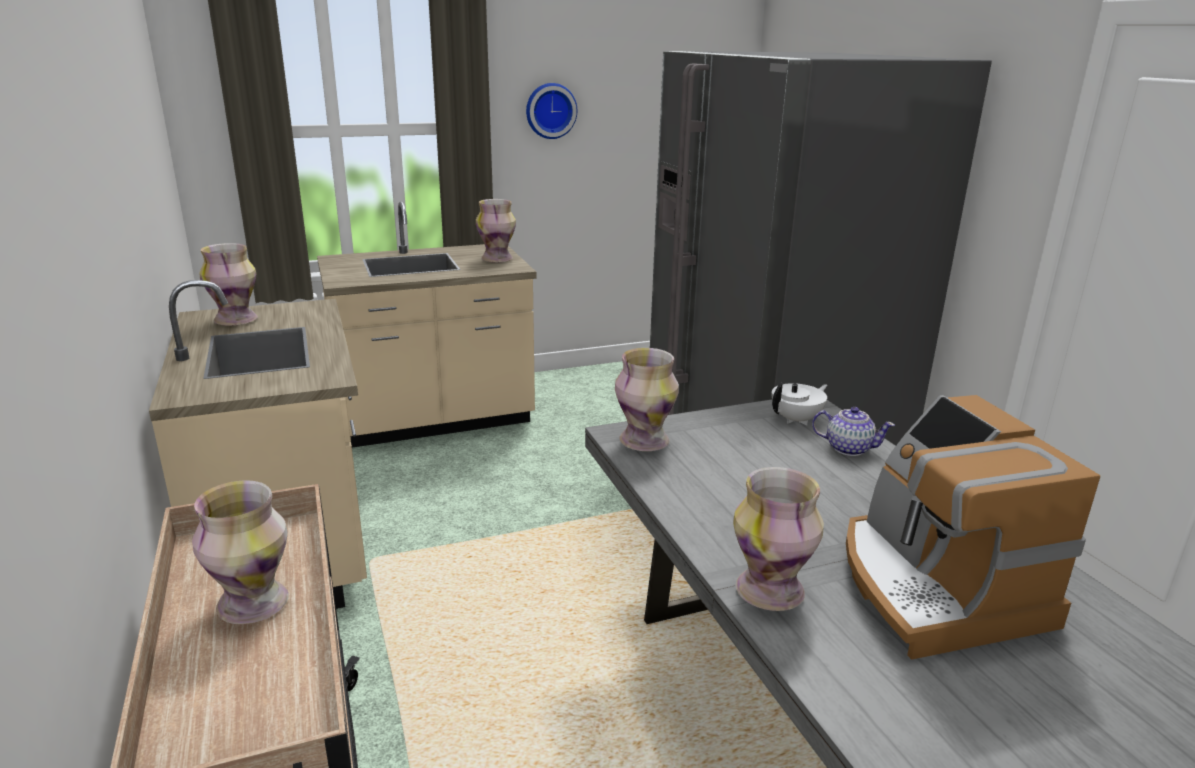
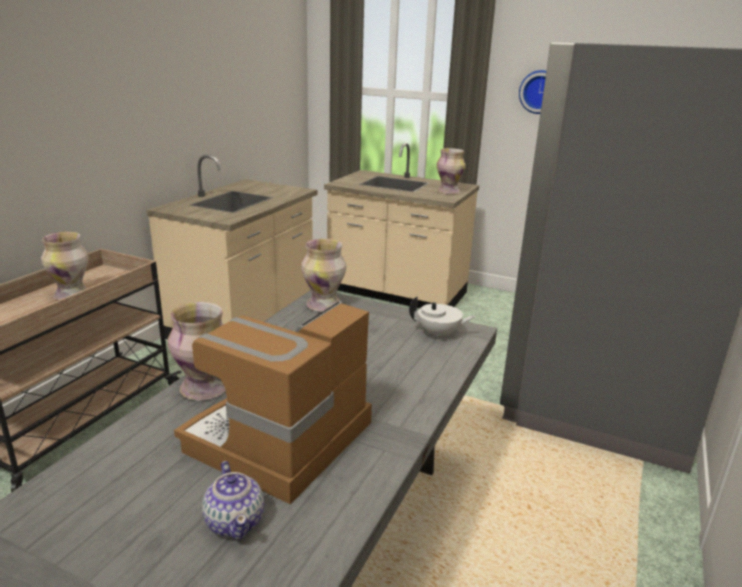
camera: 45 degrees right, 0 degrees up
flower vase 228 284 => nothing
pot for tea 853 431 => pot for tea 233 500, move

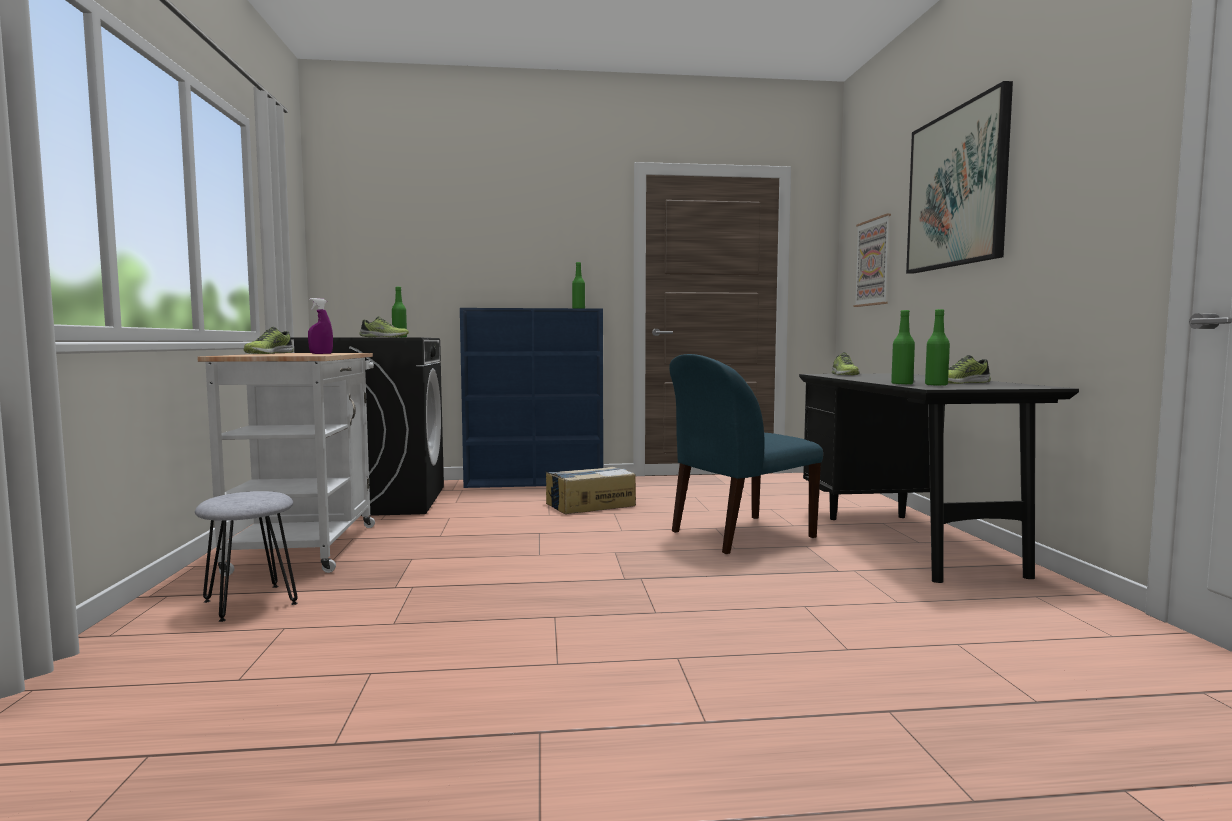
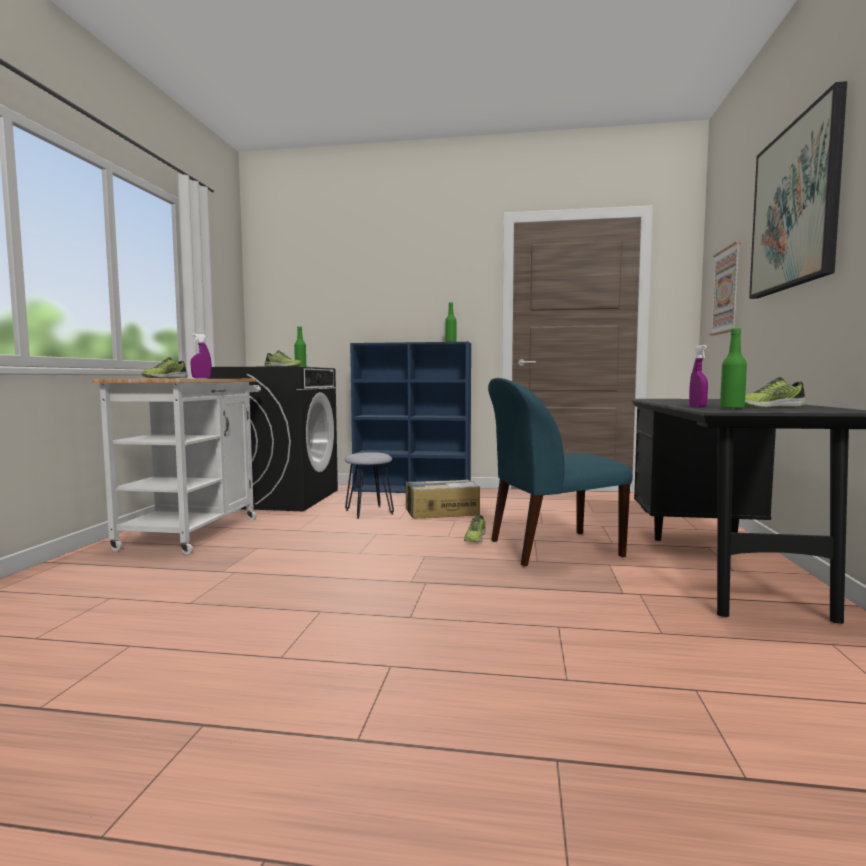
camera: 15 degrees right, 0 degrees up
drink bottle (green) 903 347 => hand sprayer (purplish) 698 376
item of footwear 846 363 => item of footwear 475 528, move
stool (grey) 246 556 => stool (grey) 369 485, move

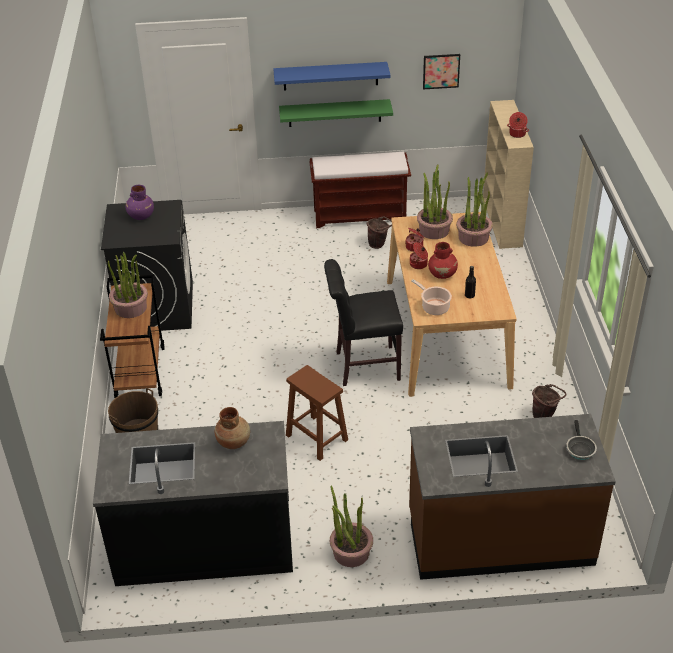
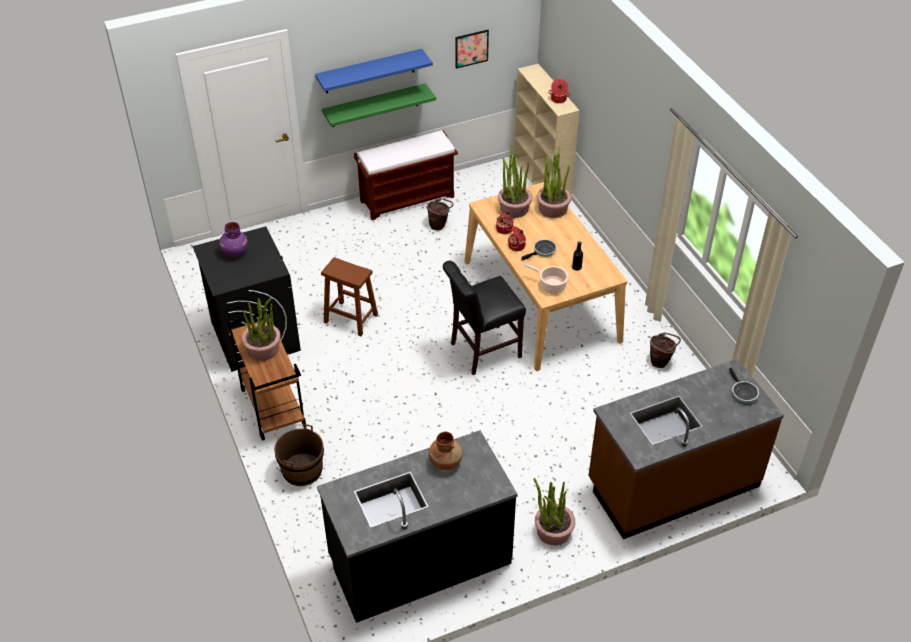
camera: 20 degrees left, 5 degrees up
flower vase (reddish) 443 260 => frying pan 539 249
stool (brown) 317 413 => stool (brown) 349 296, move

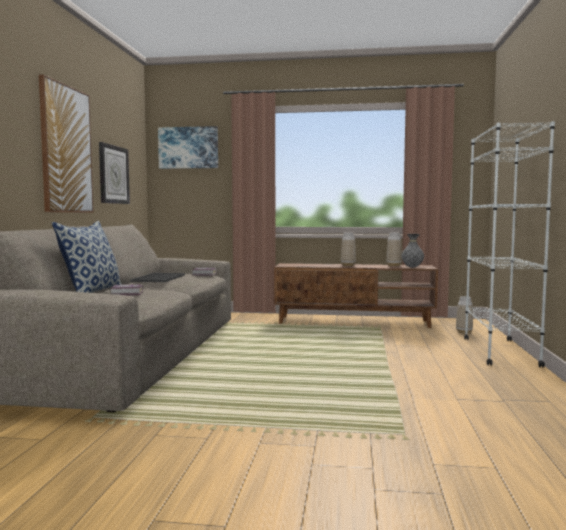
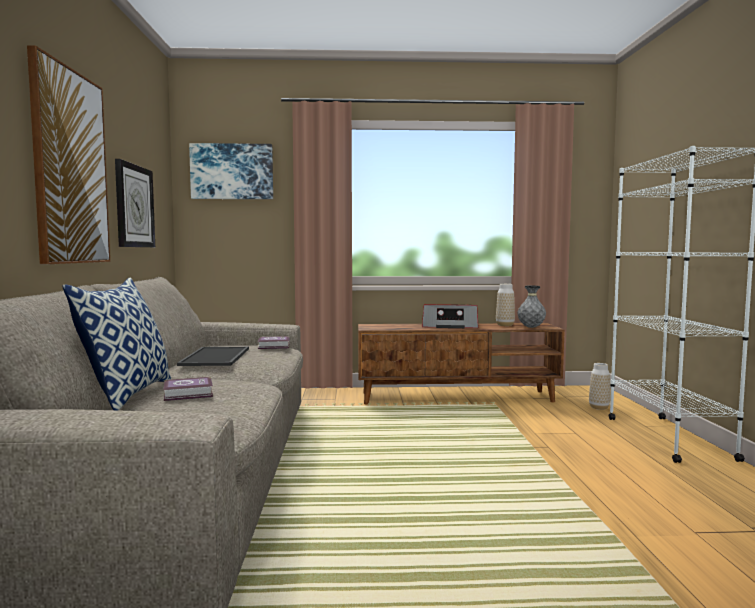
camera: 10 degrees left, 0 degrees up
flower vase 348 249 => radio 450 316

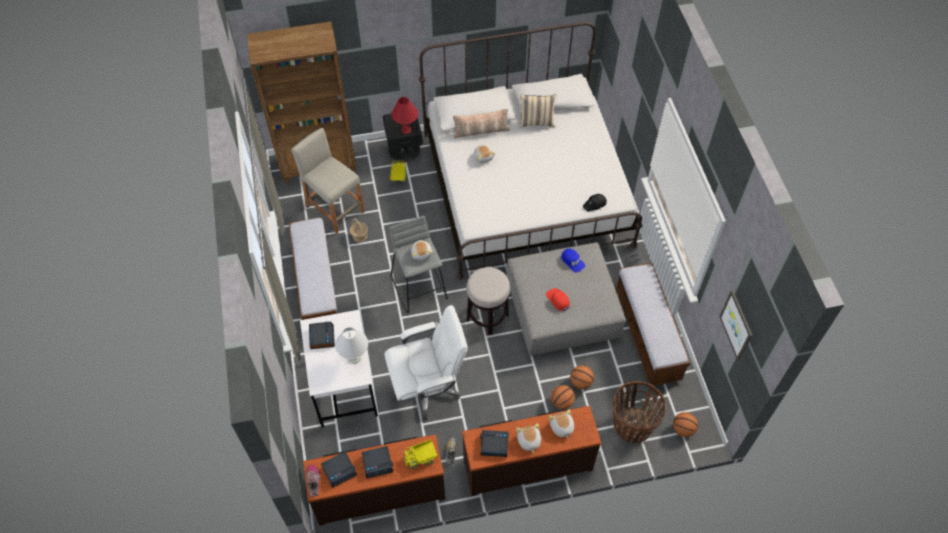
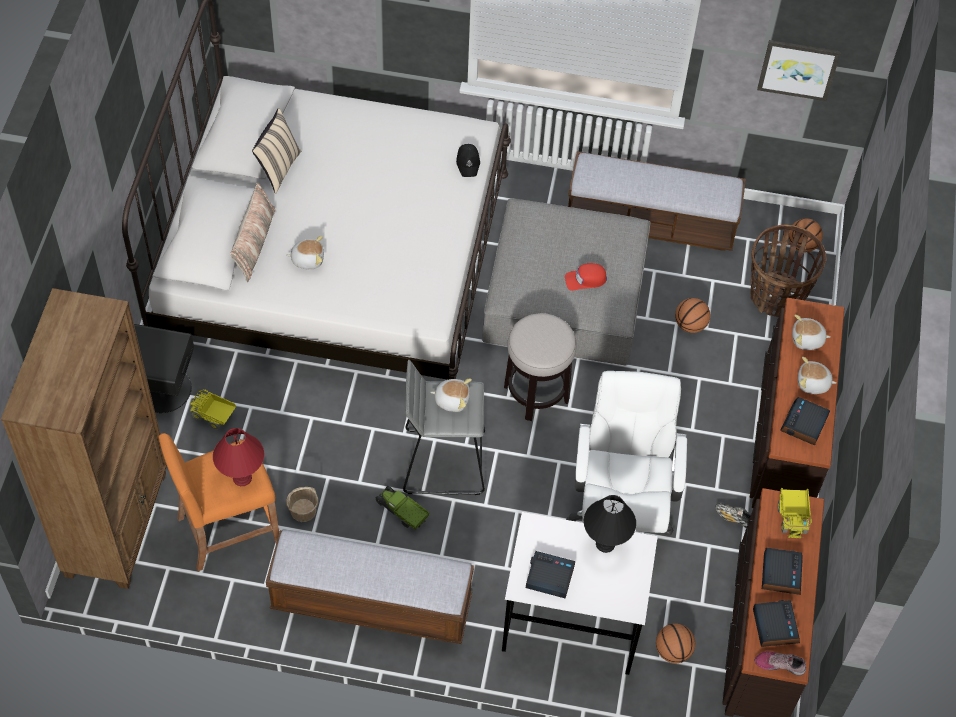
camera: 70 degrees left, 0 degrees up
tabletop lamp (reddish) 404 115 => tabletop lamp (reddish) 238 457, move
stool (beige-coloured) 328 181 => stool (orange-coloured) 219 502
cap (blue-coloured) 573 261 => nothing
tabletop lamp (white-coloured) 351 345 => tabletop lamp (black) 610 524
basketball ball 563 397 => basketball ball 675 643, move
nothing => model truck 402 508

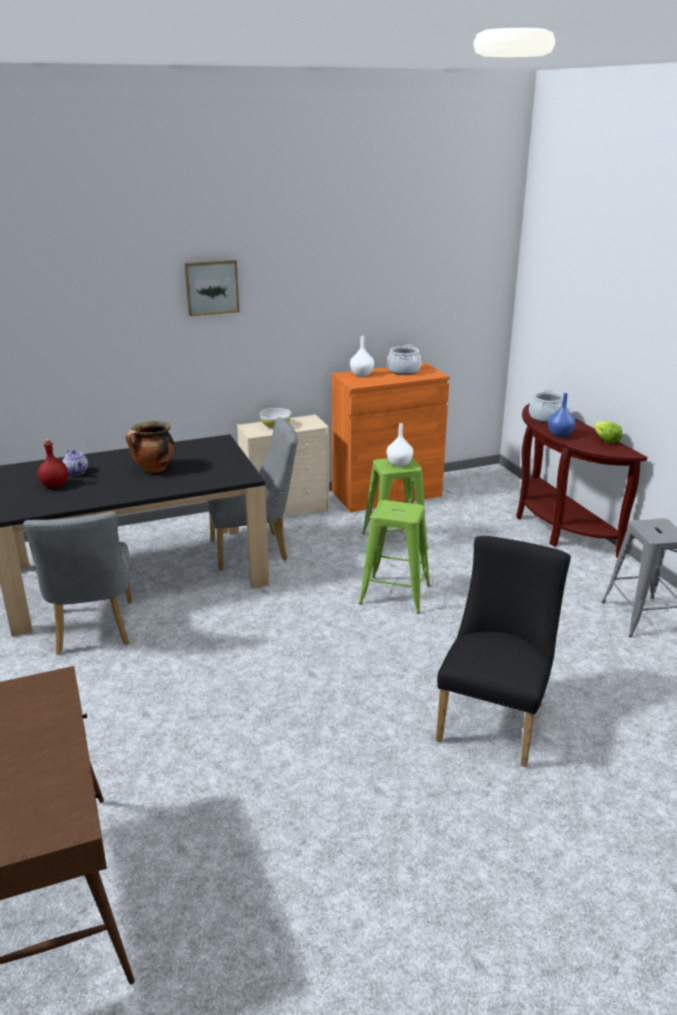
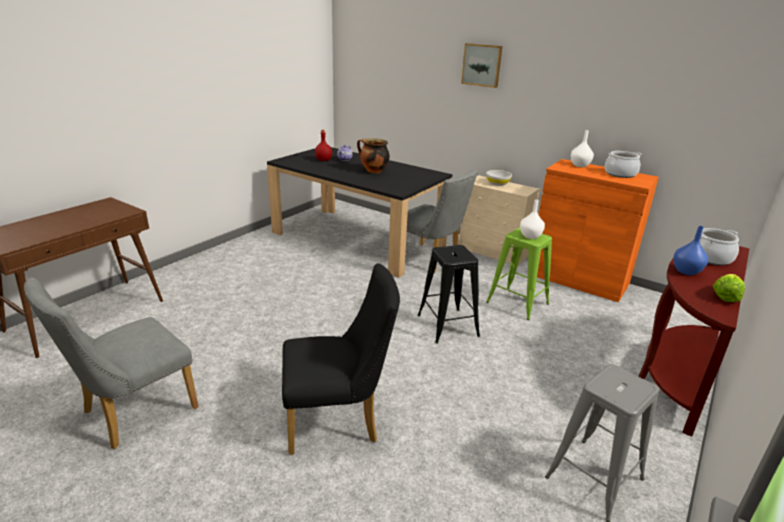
camera: 55 degrees right, 0 degrees up
stool (green) 394 557 => stool (black) 448 294
plain chair (grey) 77 583 => plain chair (grey) 111 363, move

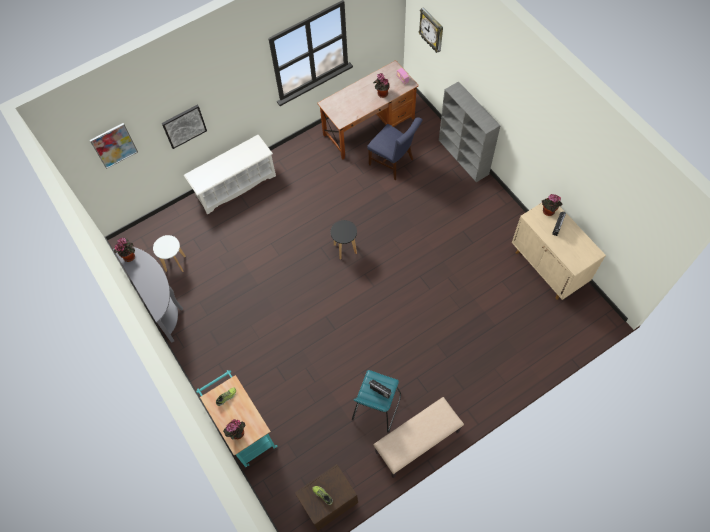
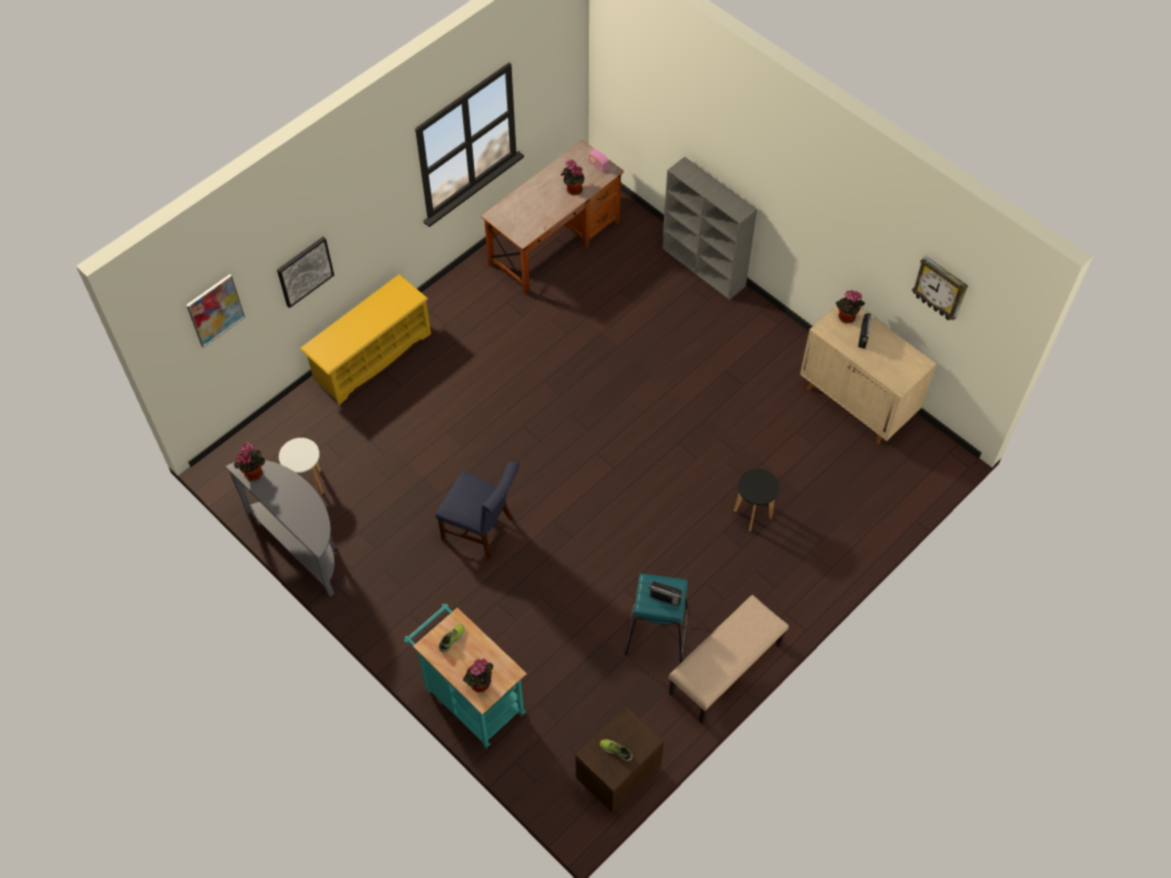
camera: 15 degrees left, 5 degrees down
wall clock 430 30 => wall clock 940 288, move
plain chair (blue-coloured) 395 148 => plain chair (blue-coloured) 477 511, move
shoe rack (white-coloured) 230 175 => shoe rack (yellowish) 365 339
stool (black) 344 240 => stool (black) 756 500, move

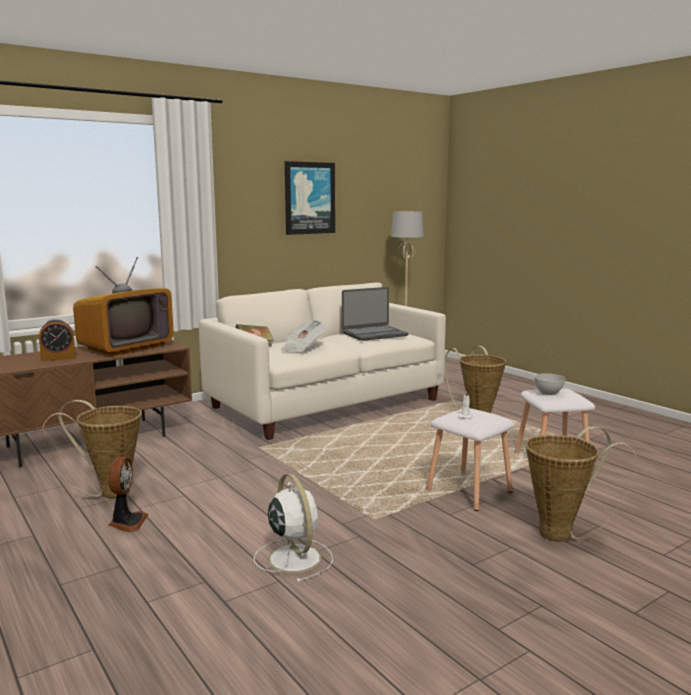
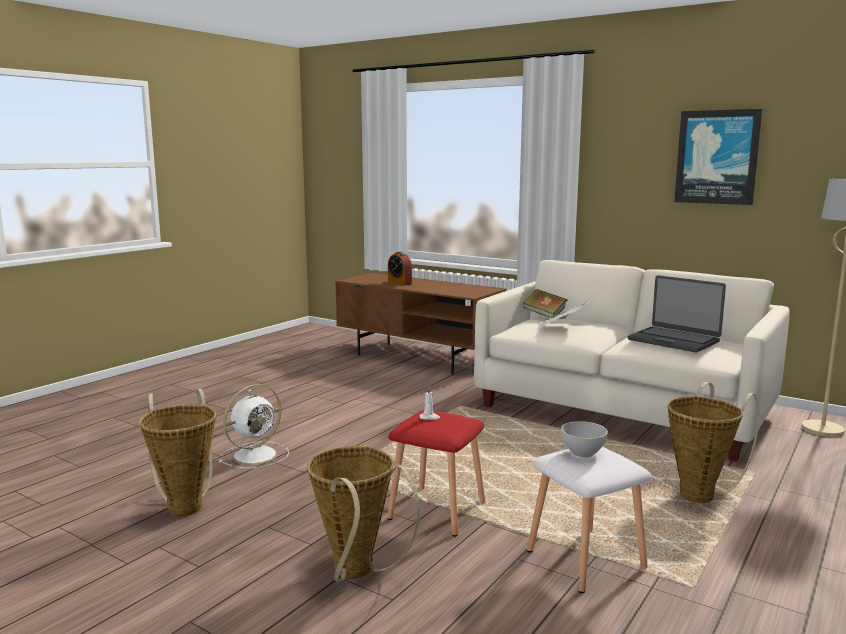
camera: 70 degrees right, 0 degrees up
television 123 306 => nothing
household basket 91 449 => household basket 177 452, move
stool (white-coloured) 470 459 => stool (reddish) 436 473
cooling fan 128 494 => nothing

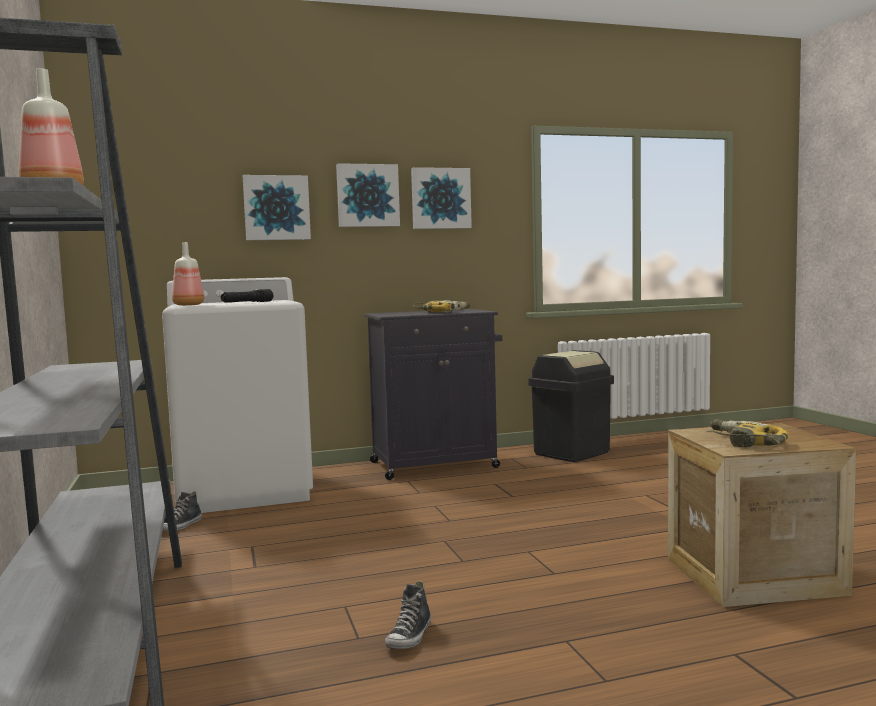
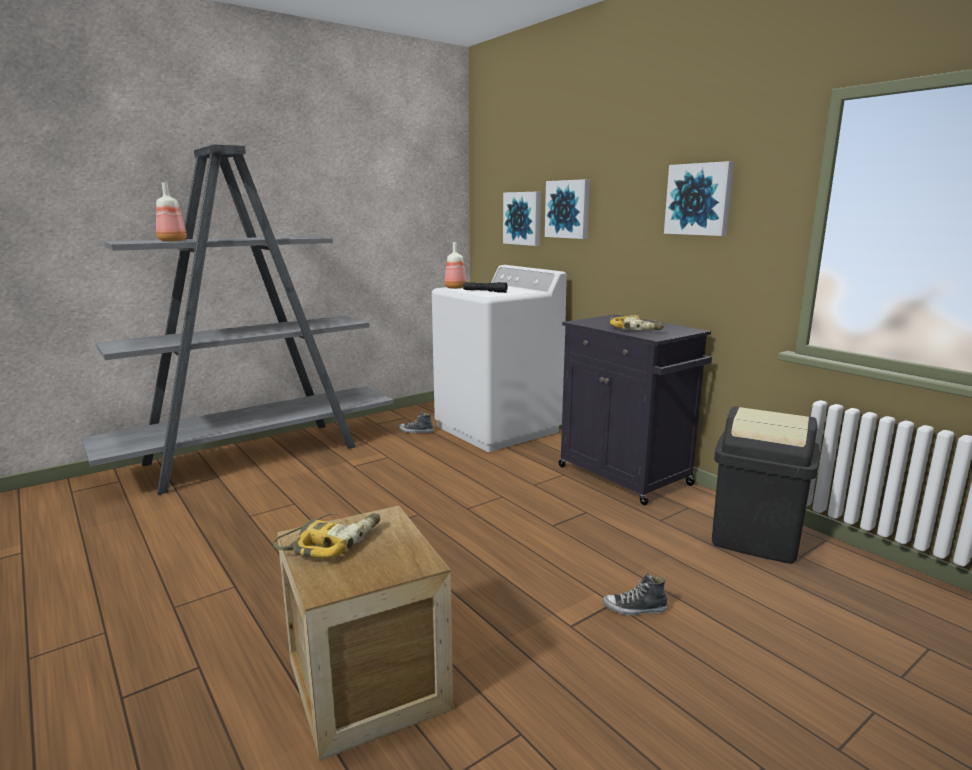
camera: 70 degrees right, 10 degrees up
wall picture 368 195 => wall picture 522 219, move
item of footwear 408 615 => item of footwear 635 594, move

